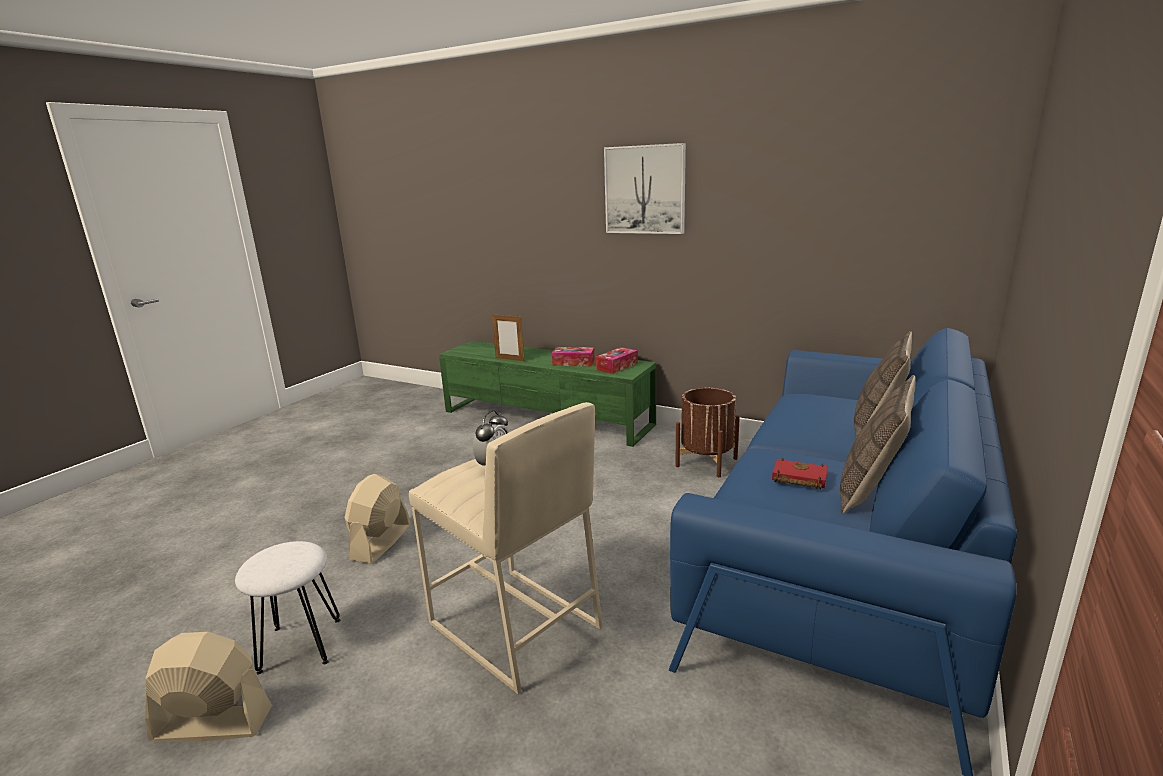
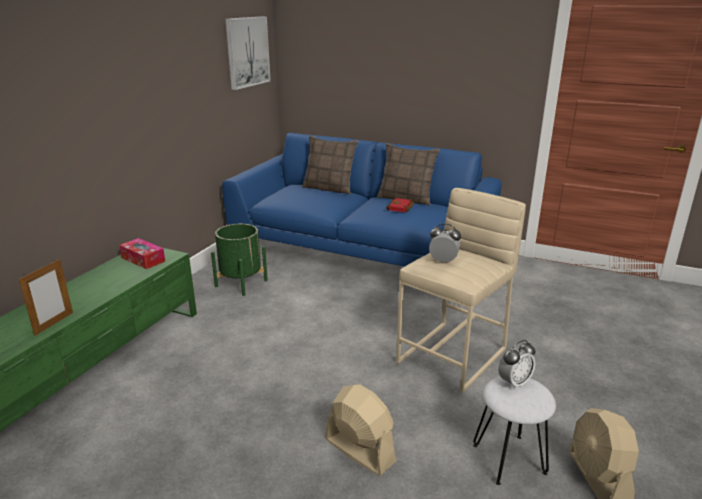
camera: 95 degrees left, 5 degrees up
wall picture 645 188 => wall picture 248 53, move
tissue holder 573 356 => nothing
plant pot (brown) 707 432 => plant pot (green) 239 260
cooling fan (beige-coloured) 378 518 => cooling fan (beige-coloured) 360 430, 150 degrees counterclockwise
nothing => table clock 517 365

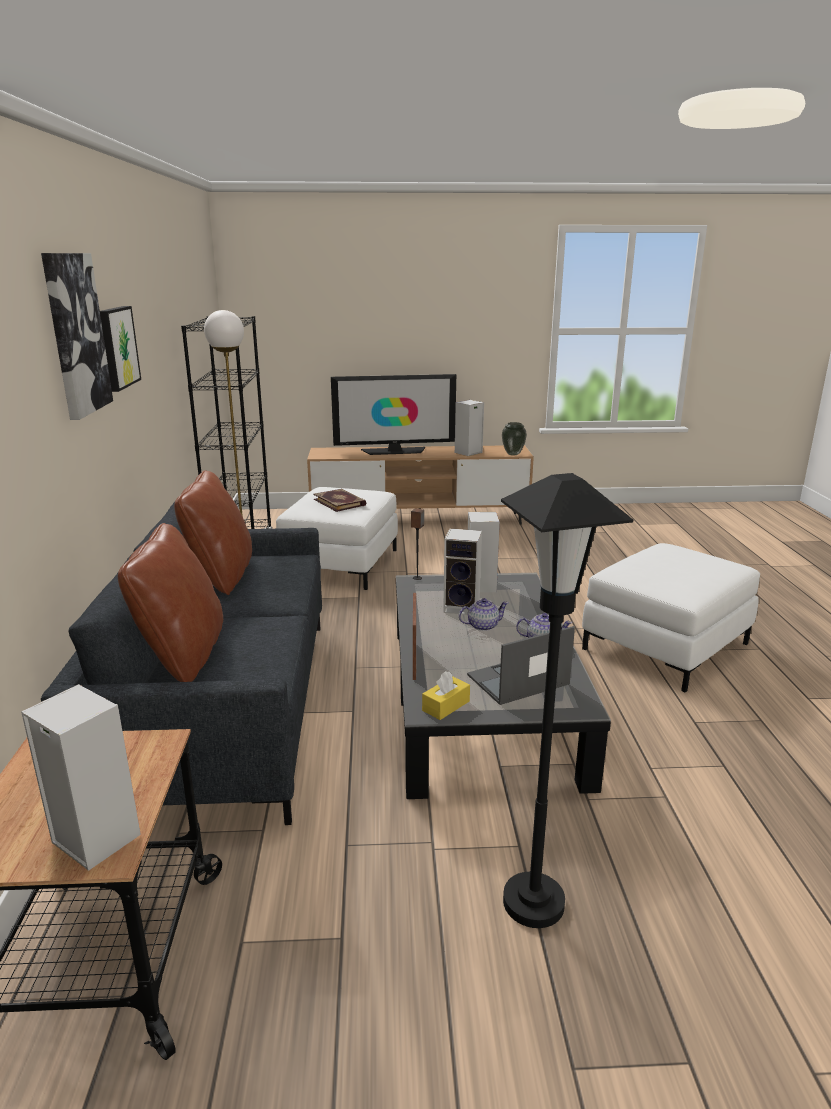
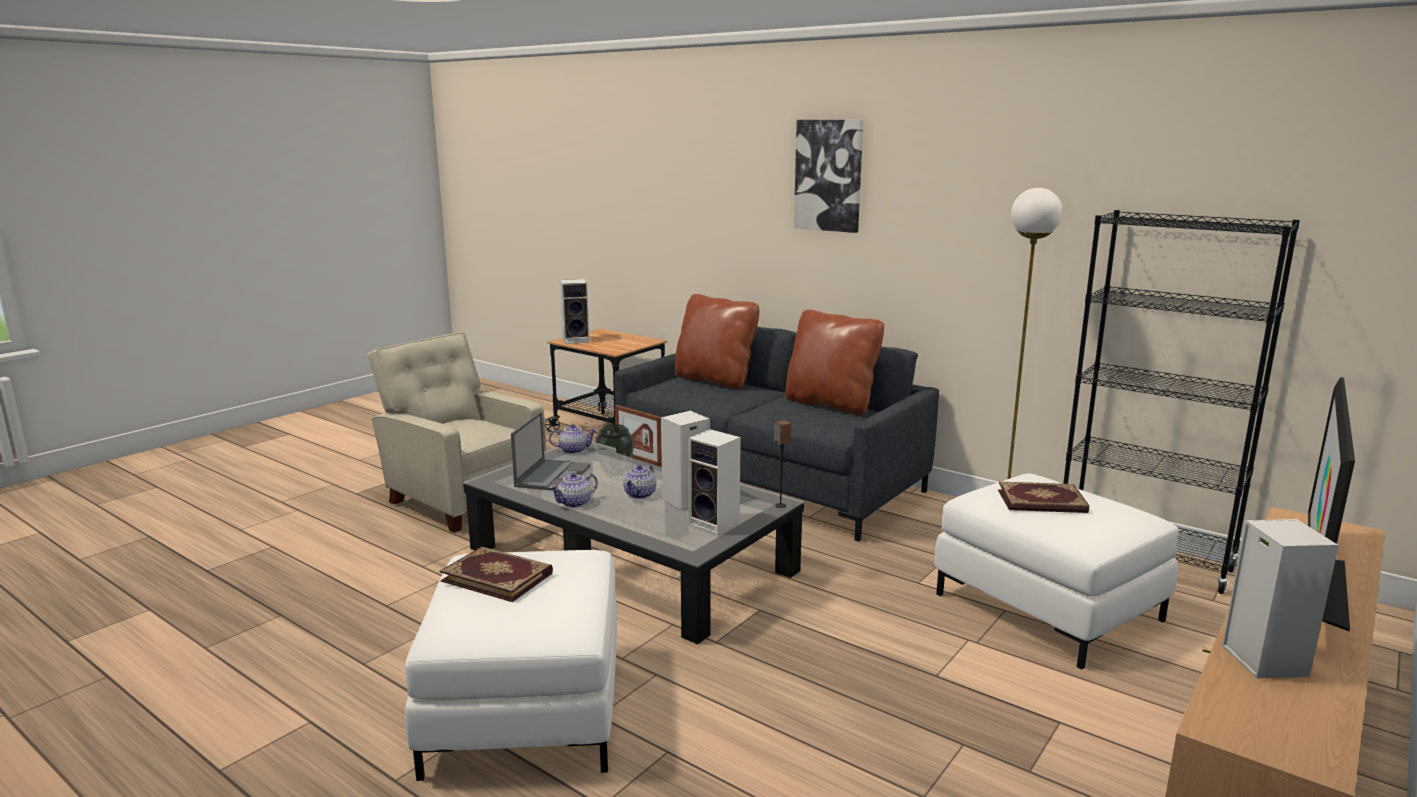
camera: 130 degrees right, 5 degrees down
wall picture 120 349 => nothing
flower vase 514 438 => flower vase 614 450, move
standing lamp (black) 567 700 => easy chair (beige-coloured) 456 432
tissue holder (yellowish) 446 695 => pot for tea 572 439
nothing => book 496 574

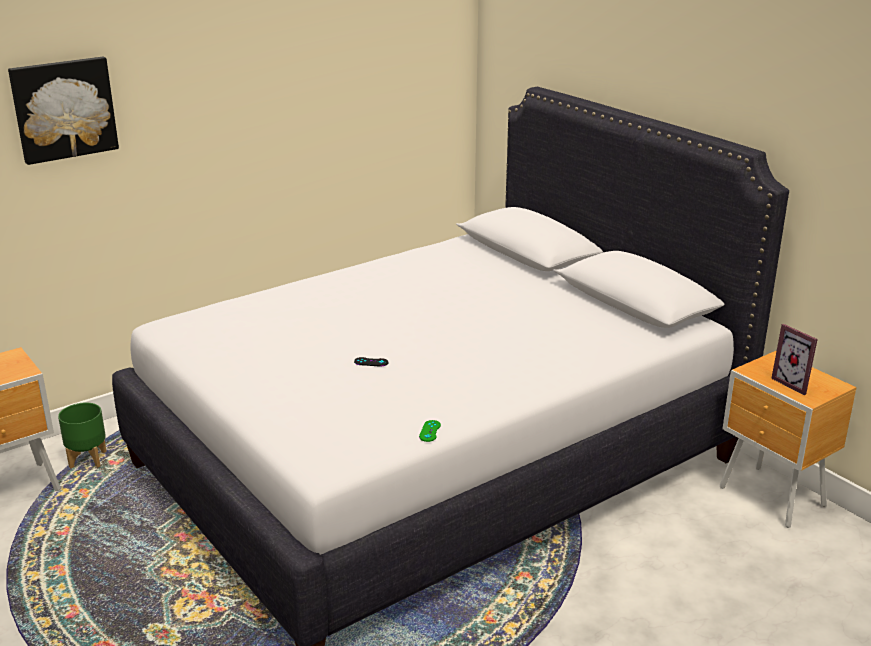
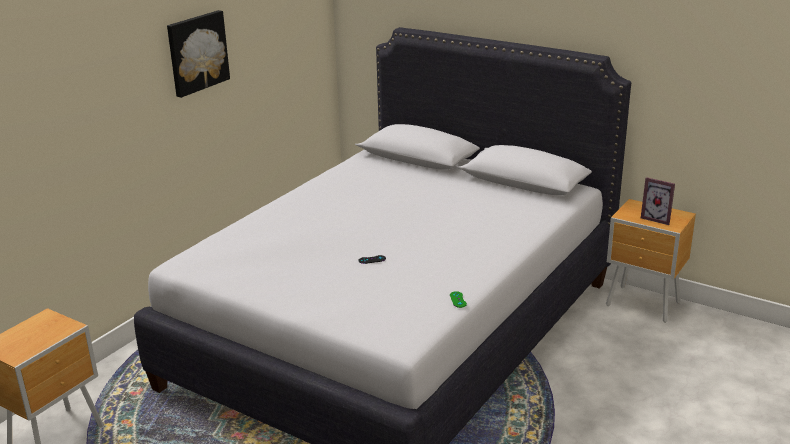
camera: 20 degrees left, 0 degrees up
wall picture 63 111 => wall picture 198 54, move
plant pot (green) 82 435 => nothing

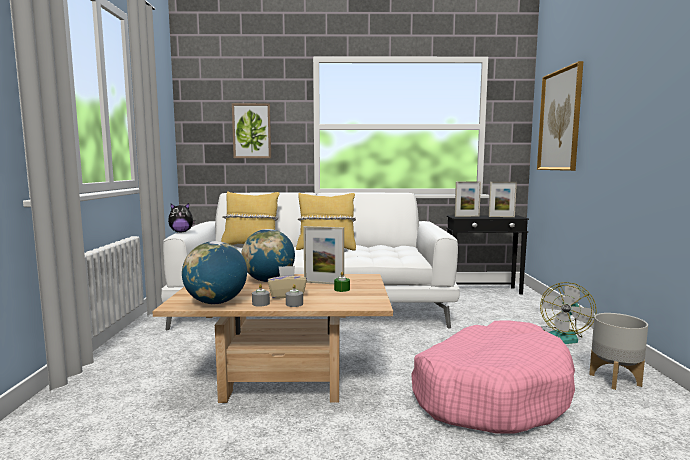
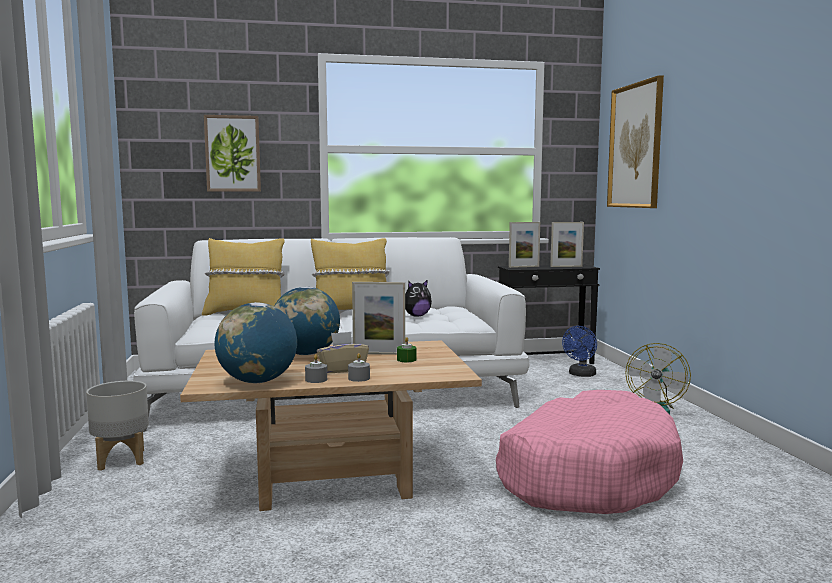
camera: 10 degrees left, 0 degrees up
plush toy 181 218 => plush toy 418 298, move
plant pot (grey) 618 351 => plant pot (grey) 117 426, move
nothing => cooling fan (blue-coloured) 579 351

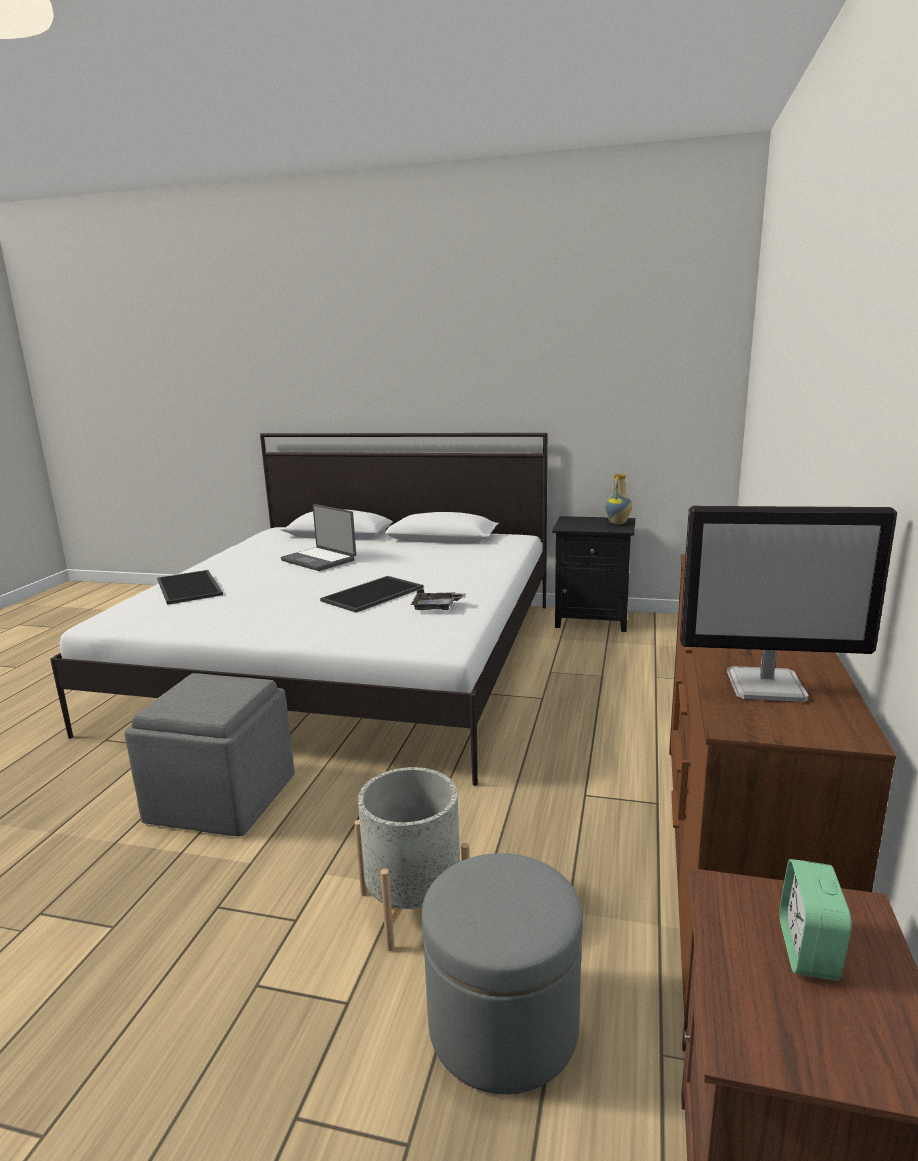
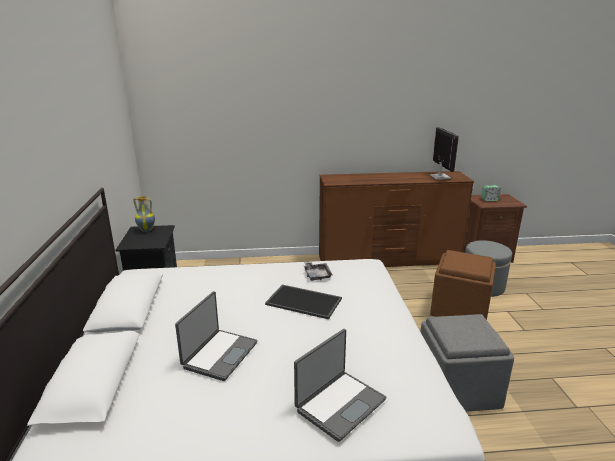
camera: 110 degrees left, 5 degrees up
serving tray 190 587 => notebook computer 340 385
plant pot (grey) 412 859 => footrest (brown) 463 285

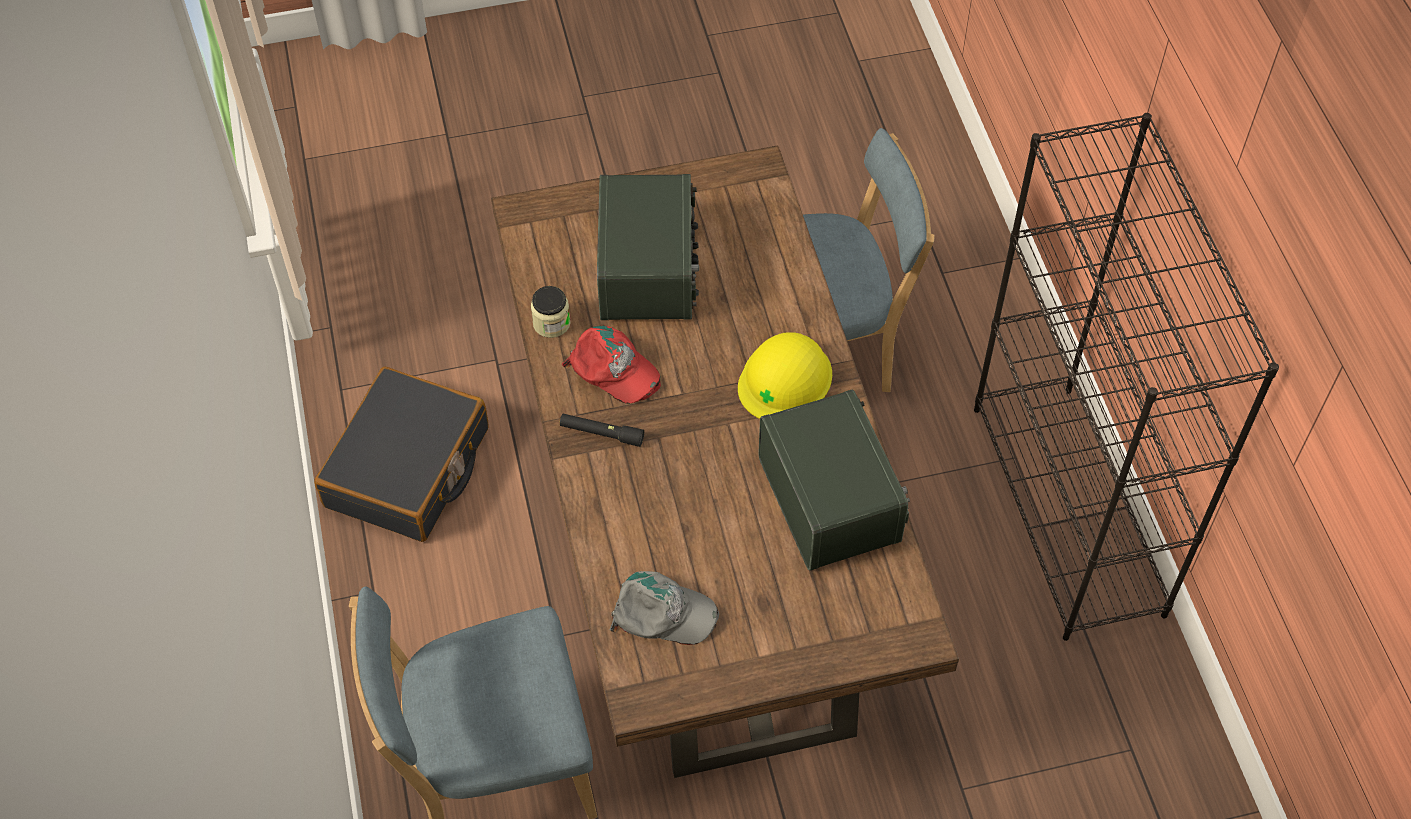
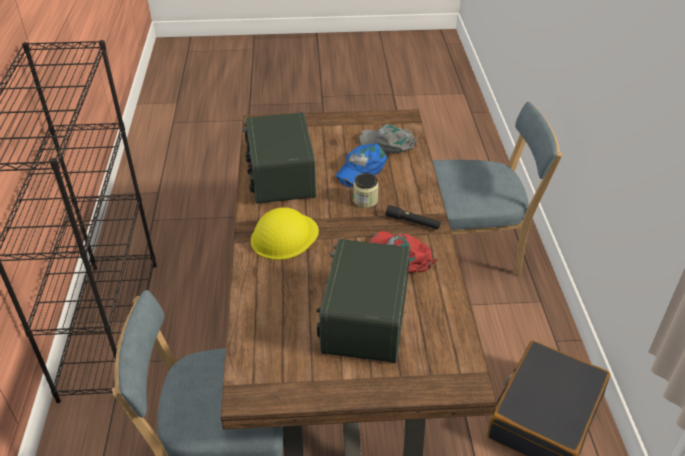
camera: 170 degrees left, 15 degrees down
jar 551 312 => jar 366 190, move
nothing => cap (blue-coloured) 361 165

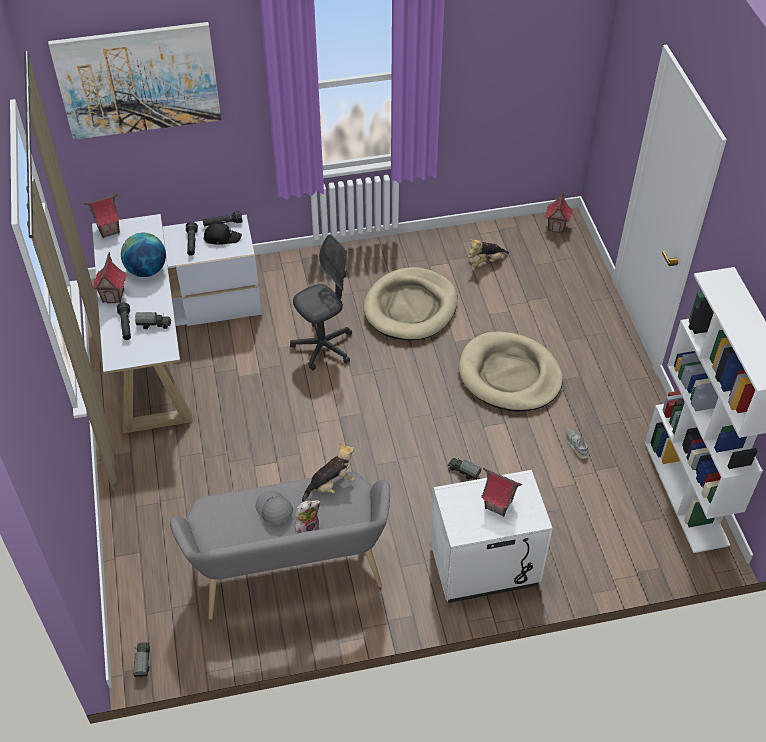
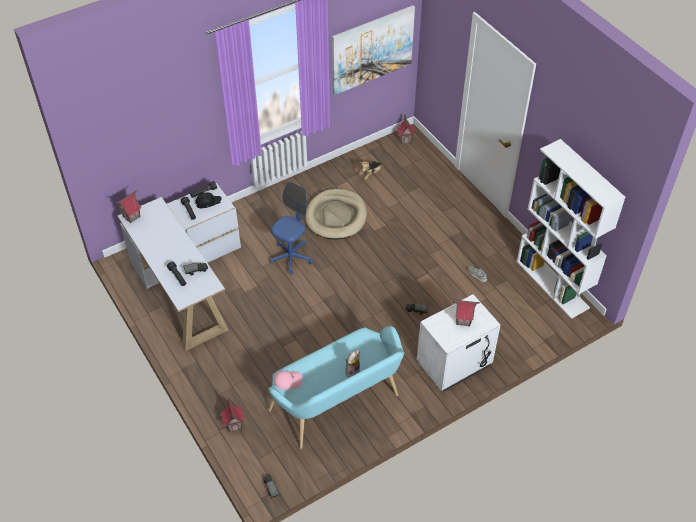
camera: 20 degrees left, 0 degrees up
wall picture 134 81 => wall picture 373 50, move
world globe 143 255 => nothing
desk chair (grey) 321 302 => desk chair (blue-coloured) 291 228
toy house 110 277 => toy house 233 414, move
dog cushion (beige-coloured) 511 371 => nothing
plush toy 328 472 => nothing
bench (grey) 280 545 => bench (blue-green) 336 387
cap (grey) 274 507 => nothing
nothing => cap (pinkish) 288 380

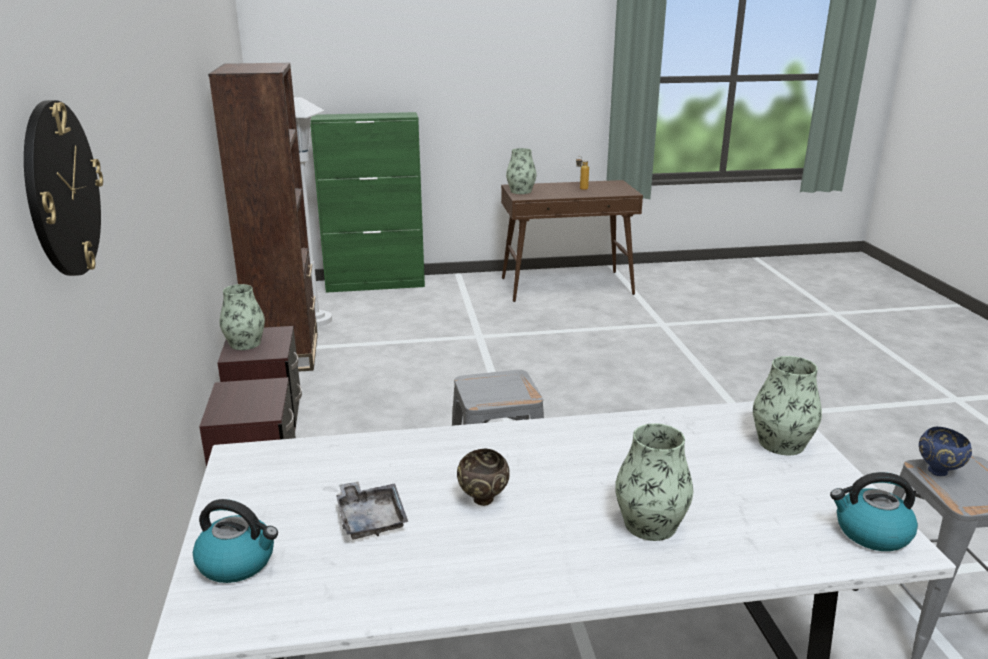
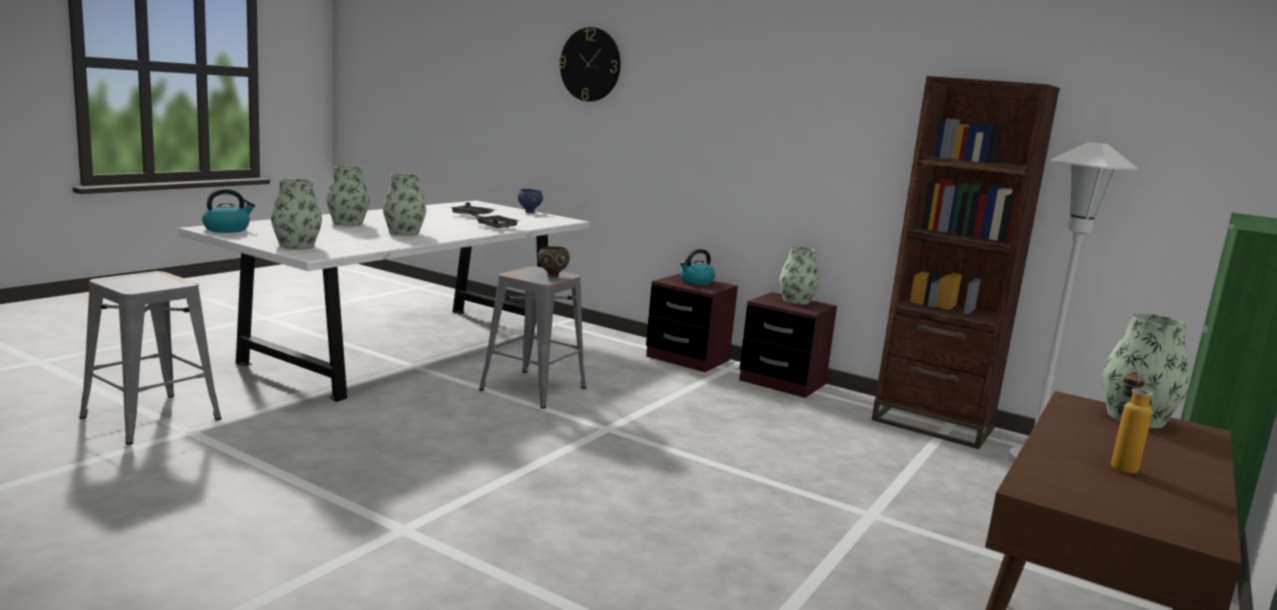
camera: 130 degrees right, 10 degrees down
bowl (blue-coloured) 945 451 => bowl (blue-coloured) 530 201, move
bowl (brown) 483 477 => bowl (brown) 554 262, move
water kettle 235 541 => water kettle 697 267, move
nothing => flower vase 404 205
nothing => serving tray (grey) 497 222

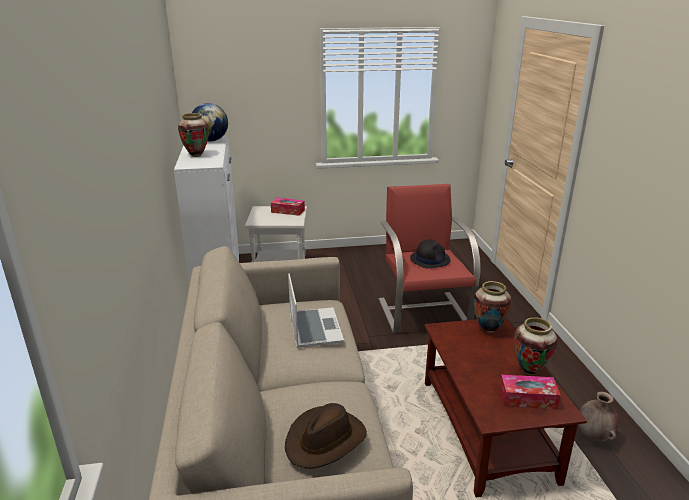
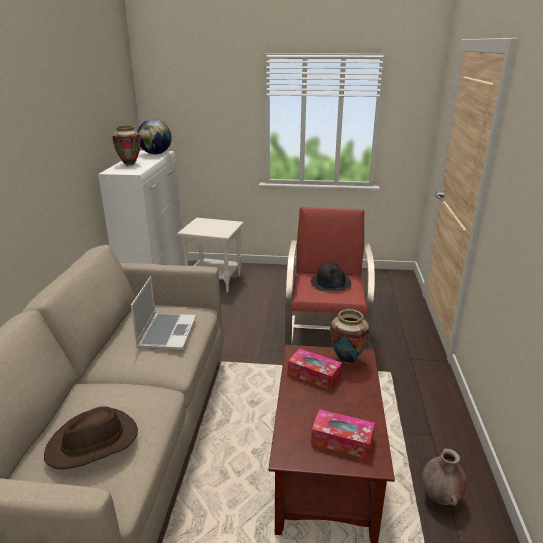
camera: 15 degrees right, 0 degrees up
tissue holder 288 207 => tissue holder 315 369, move
flower vase 535 346 => nothing

